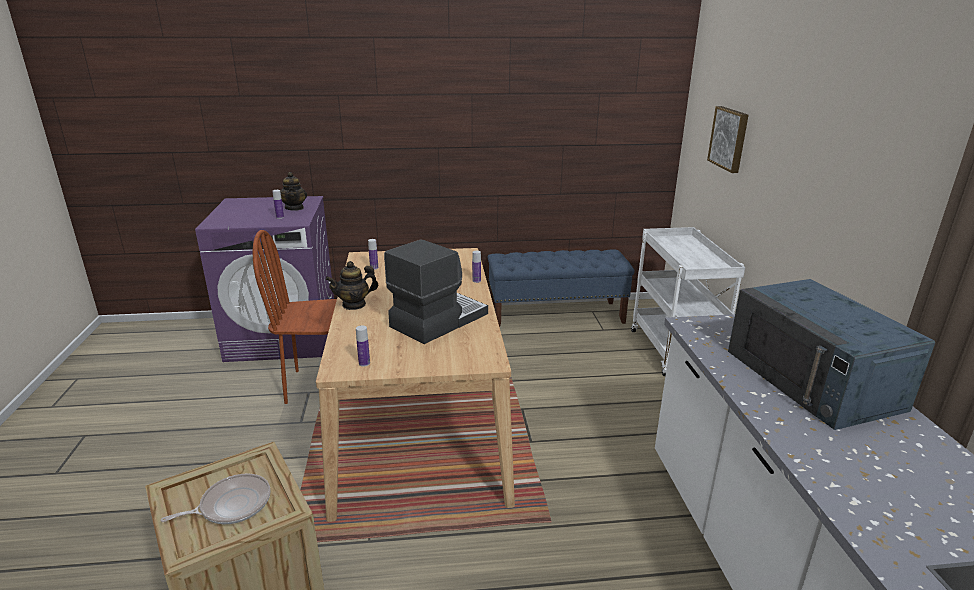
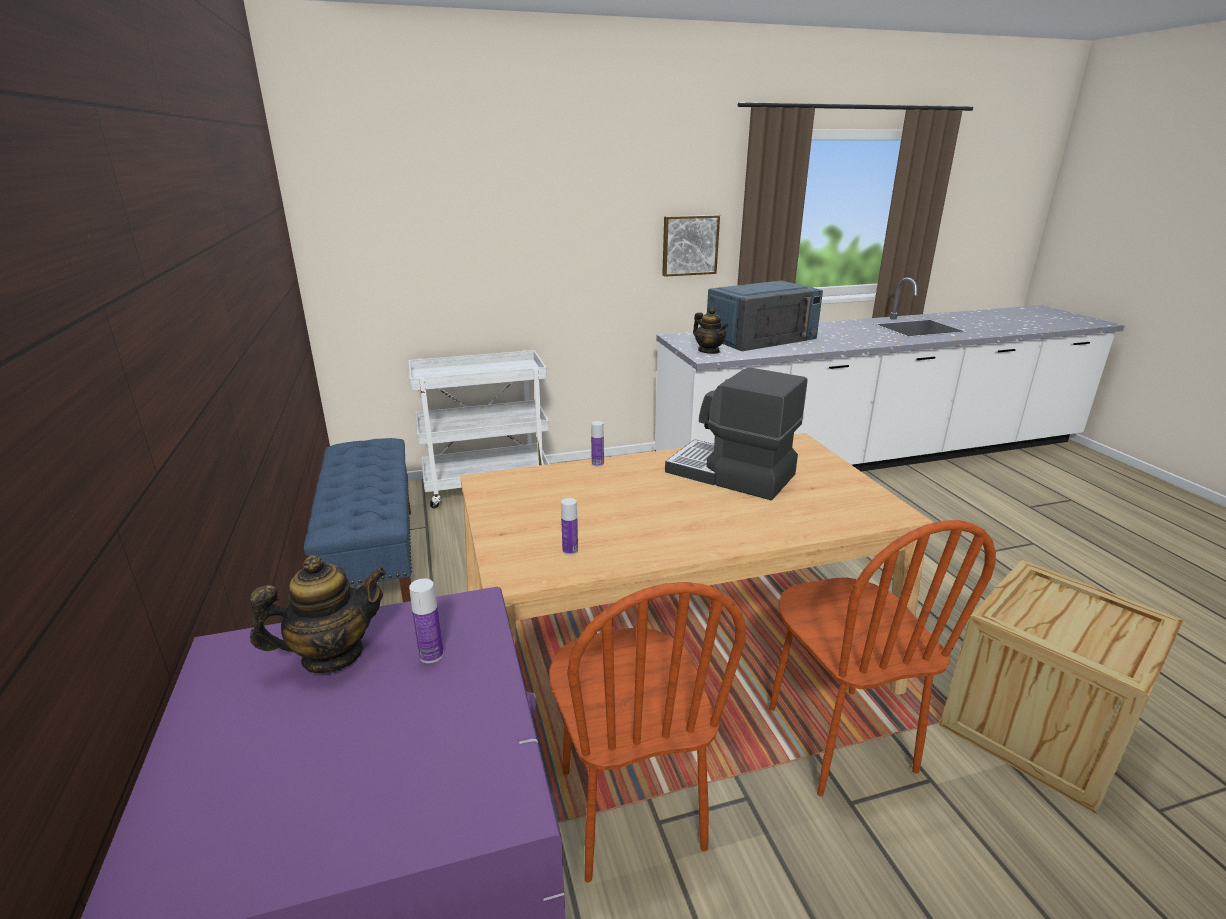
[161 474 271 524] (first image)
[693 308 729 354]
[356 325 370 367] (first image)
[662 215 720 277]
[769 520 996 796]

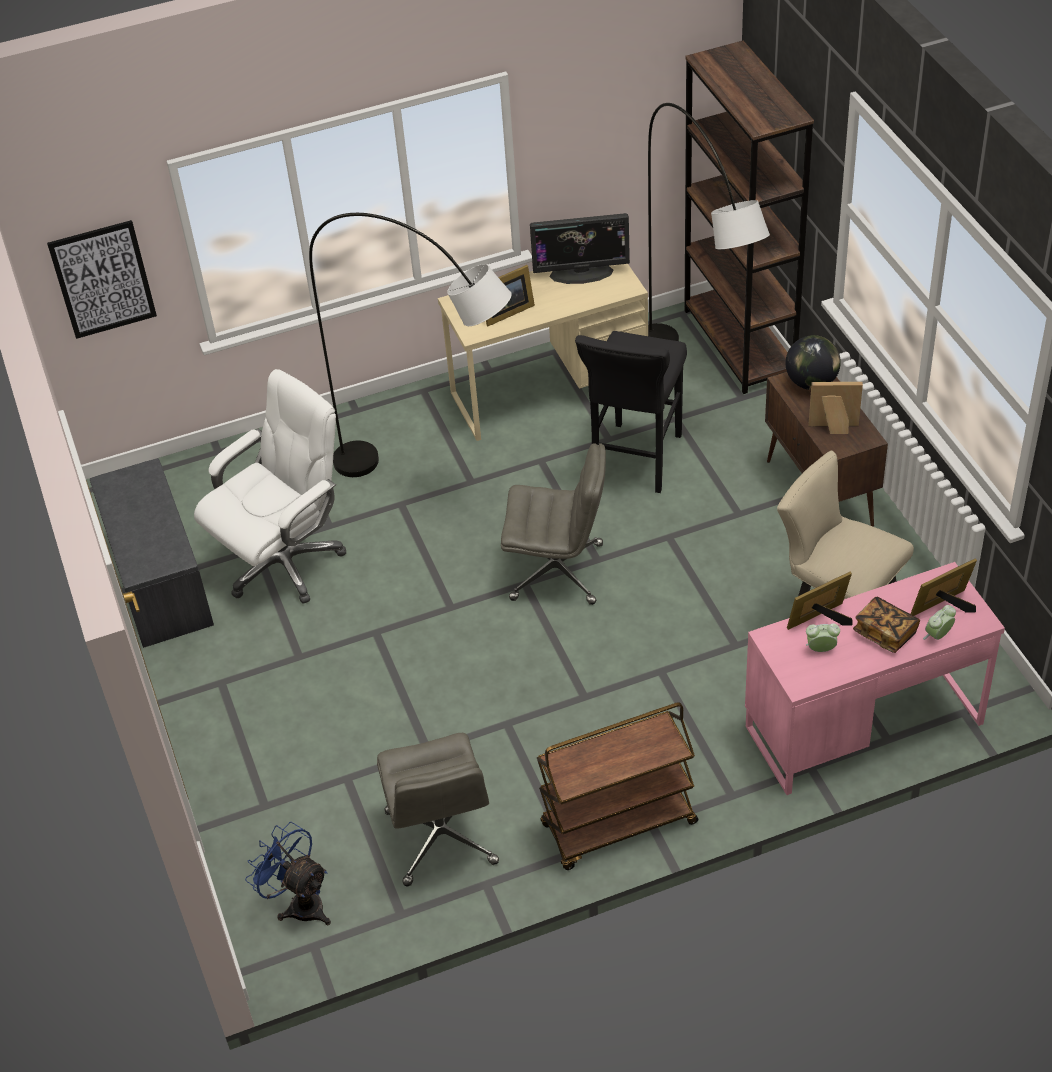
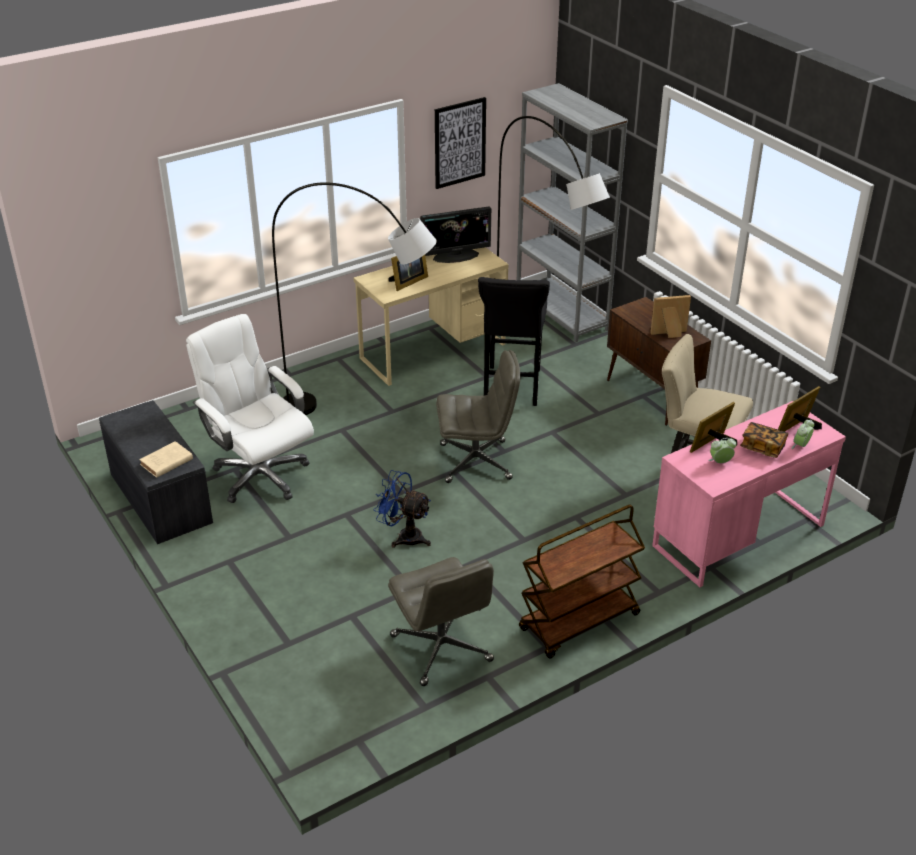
[435 97 486 189]
[186 314 314 503]
[373 470 431 548]
[517 83 628 342]
[785 335 841 390] (first image)
[139 441 193 478]

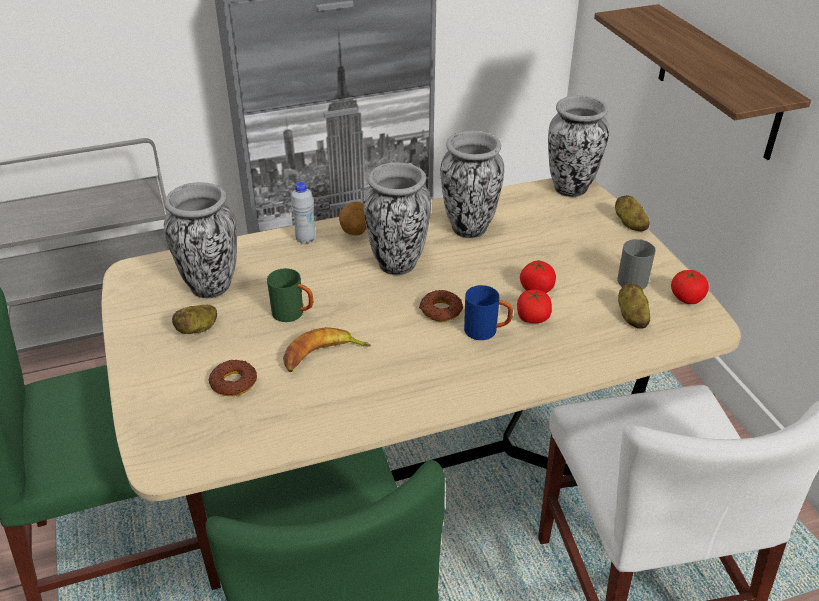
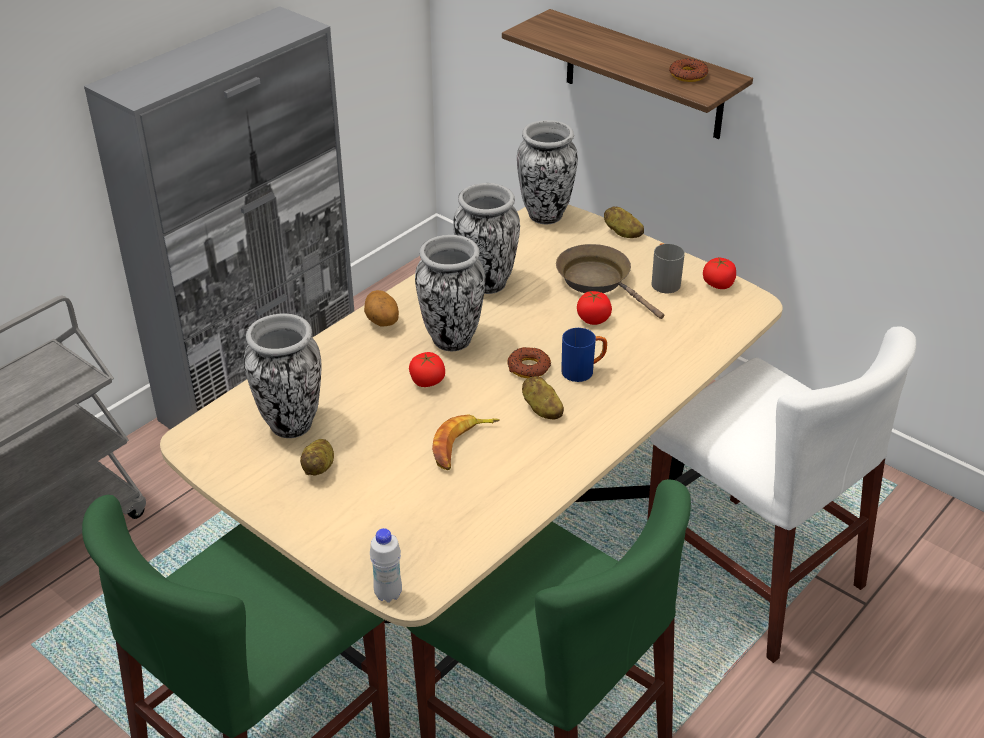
[669 58 708 82]
[267 268 313 322] (first image)
[370 528 402 603]
[409 352 445 387]
[522 376 564 419]
[556 244 664 319]

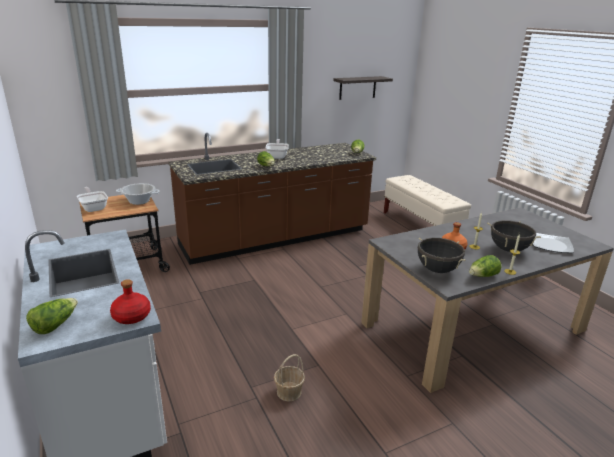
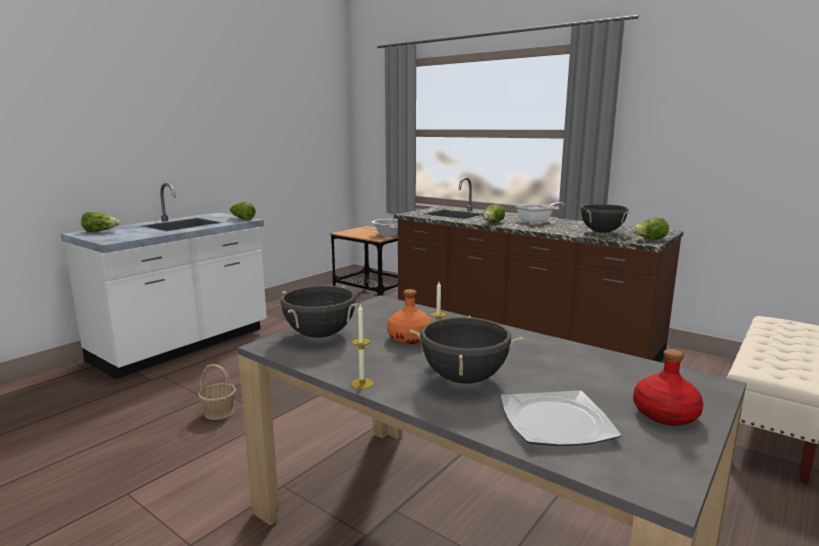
[77 187 108 212] (first image)
[633 349 704 425]
[334 76 393 100] (first image)
[230 202 256 220]
[580 204 630 233]

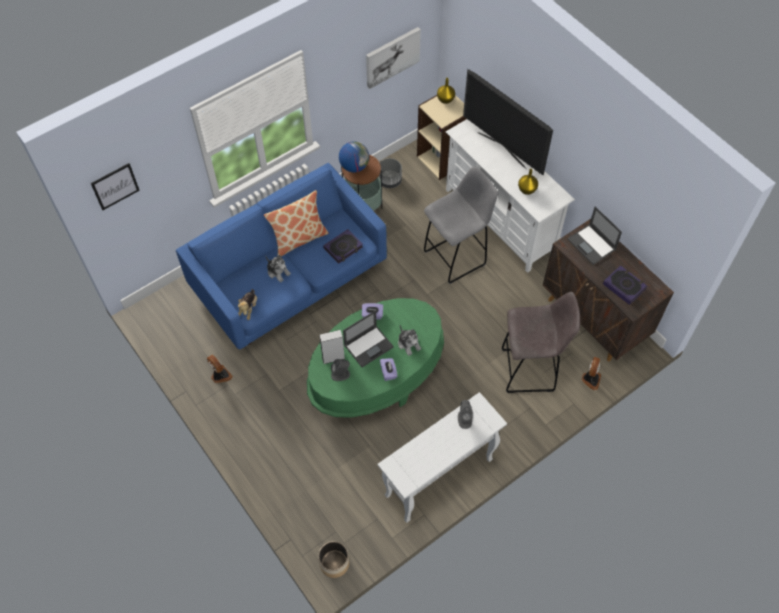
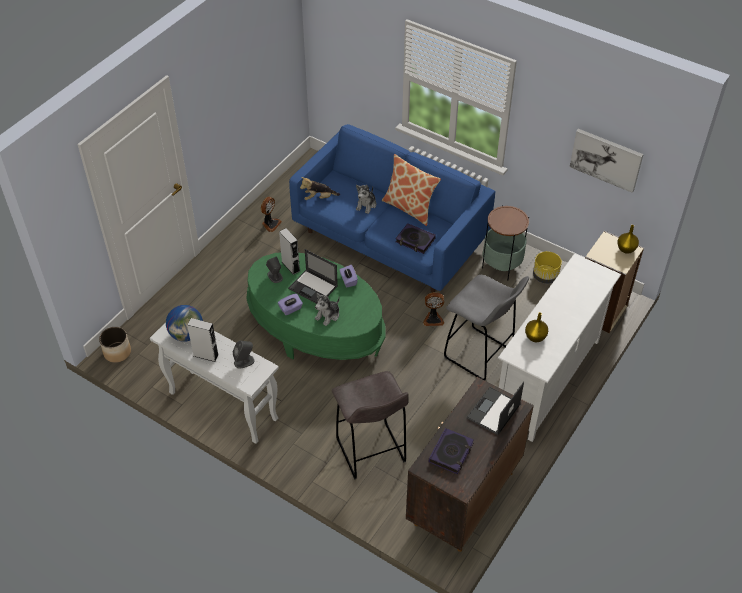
[91 163 140 210] (first image)
[166 305 203 342]
[533 251 562 284]
[463 69 553 175] (first image)
[423 292 444 326]
[187 318 219 362]

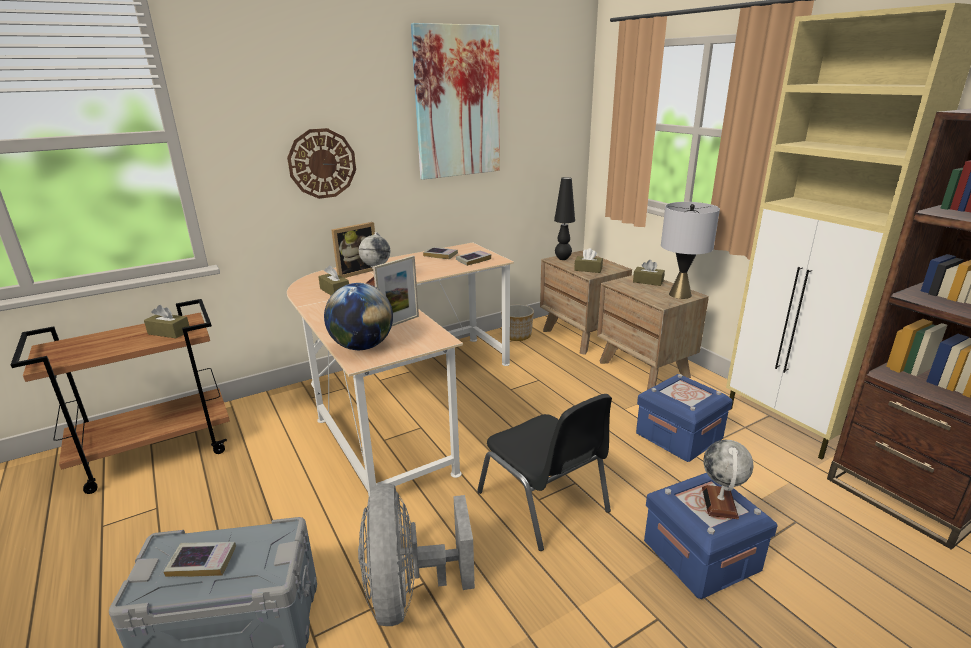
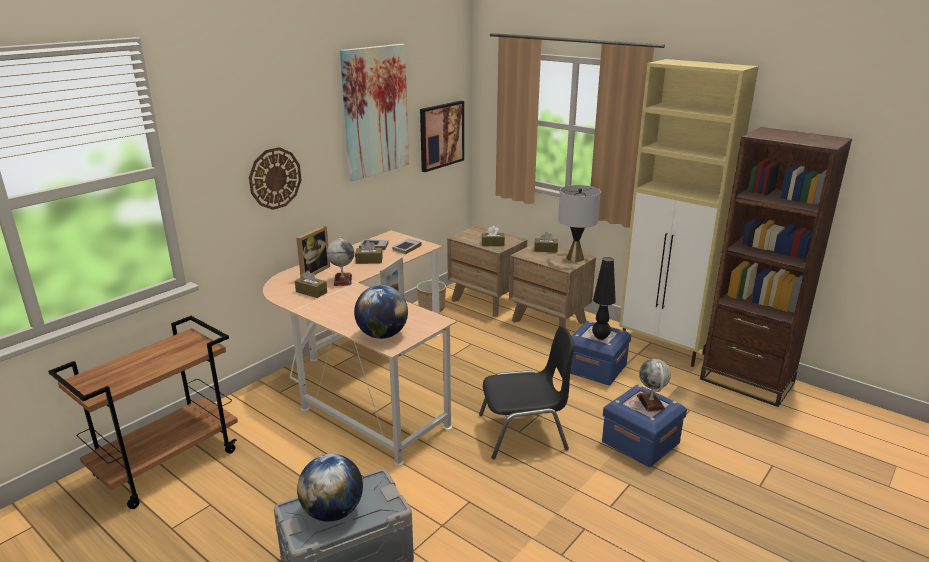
[355 241 383 264]
[297 454 363 522]
[358 483 475 626] (first image)
[479 326 575 460]
[592 257 616 340]
[420 101 464 172]

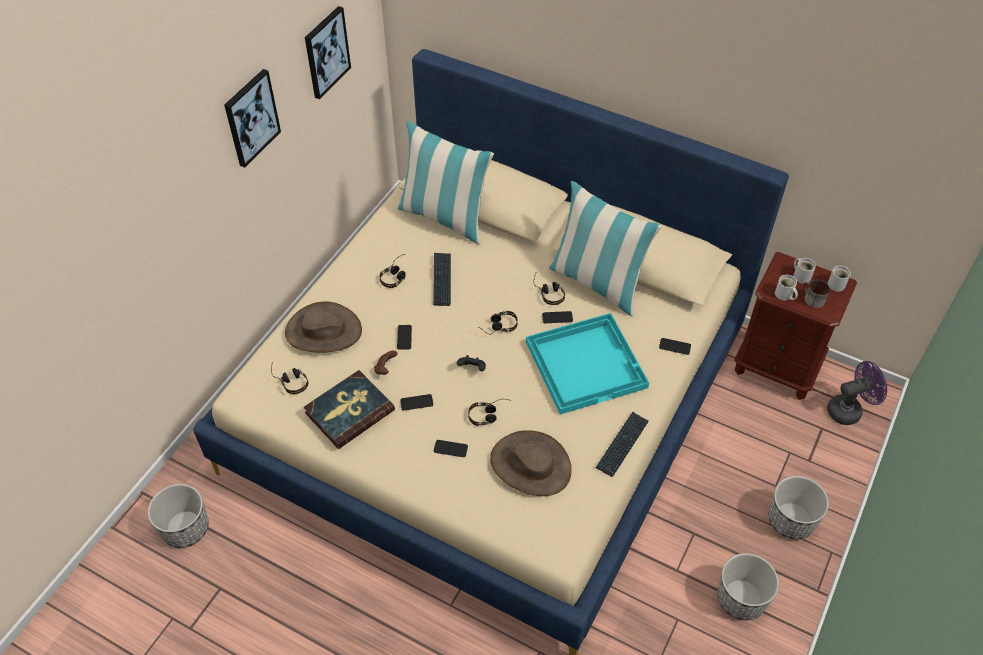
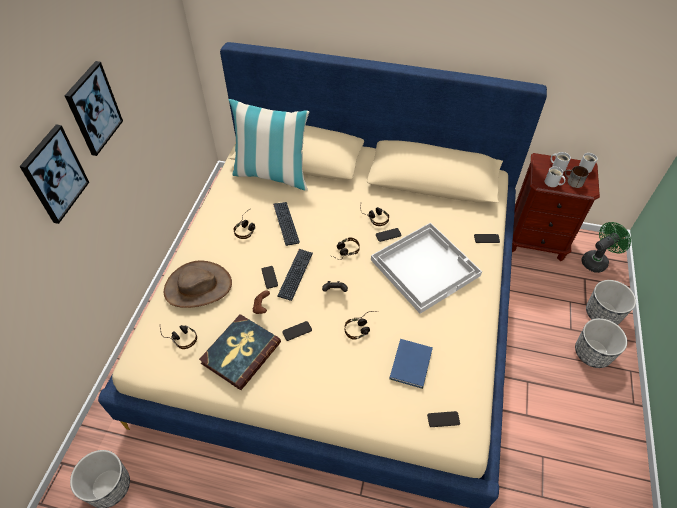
[19 125 89 224]
[427 411 460 427]
[389 339 433 389]
[371 222 482 314]
[549 181 662 317] (first image)
[277 249 313 301]
[586 280 636 325]
[581 222 631 273]

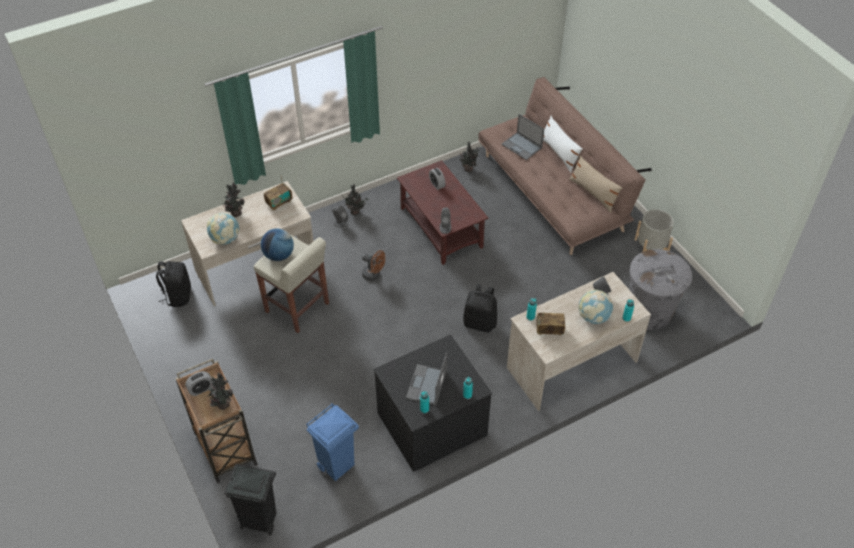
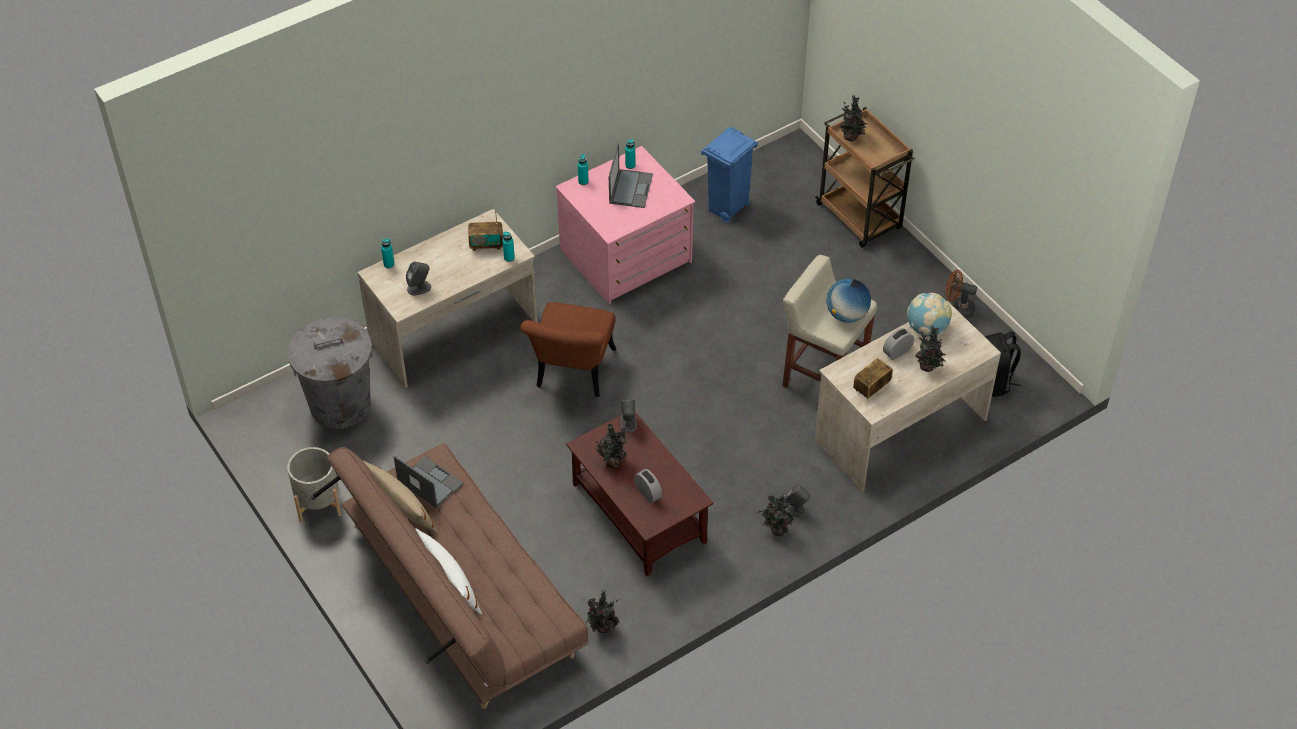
[883 328 914 360]
[224 464 277 535] (first image)
[945 270 977 318]
[556 146 695 304]
[520 302 616 398]
[393 456 464 508]
[578 289 614 324] (first image)
[595 423 627 469]

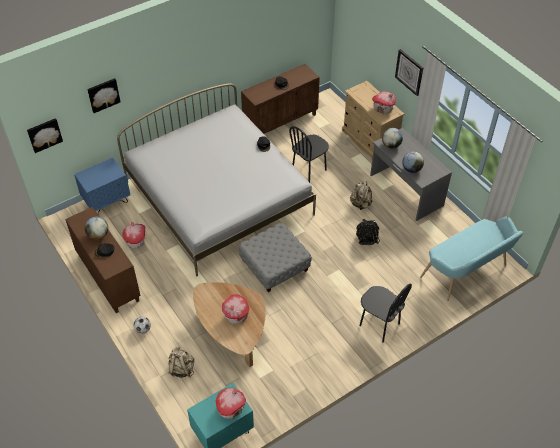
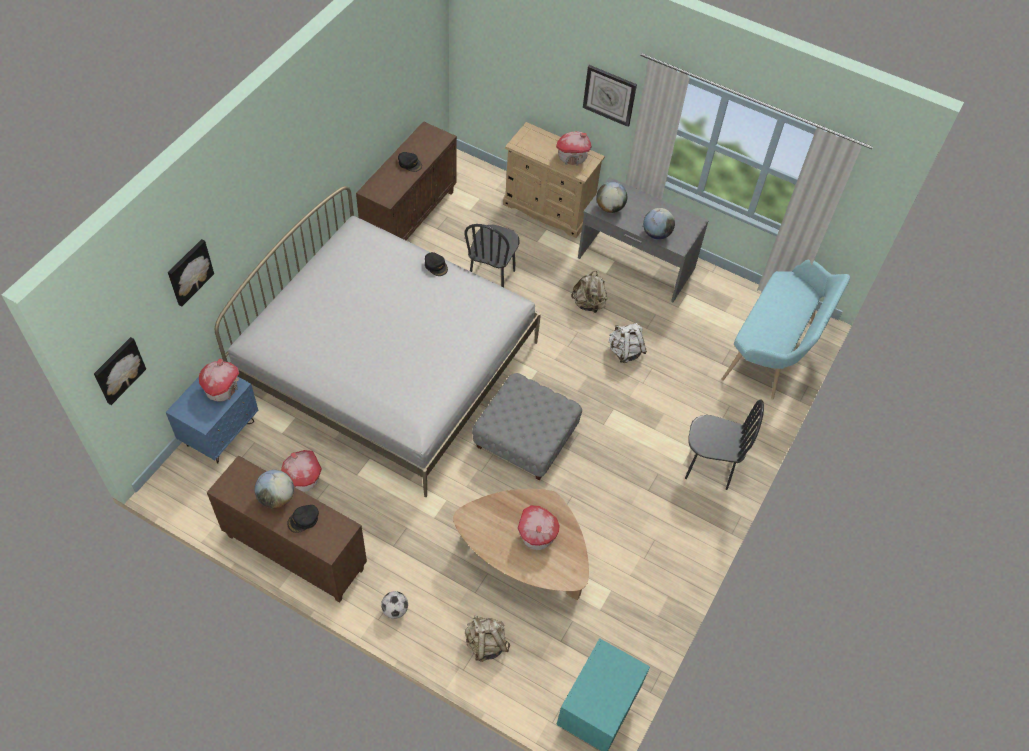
[199 358 239 402]
[609 323 647 363]

